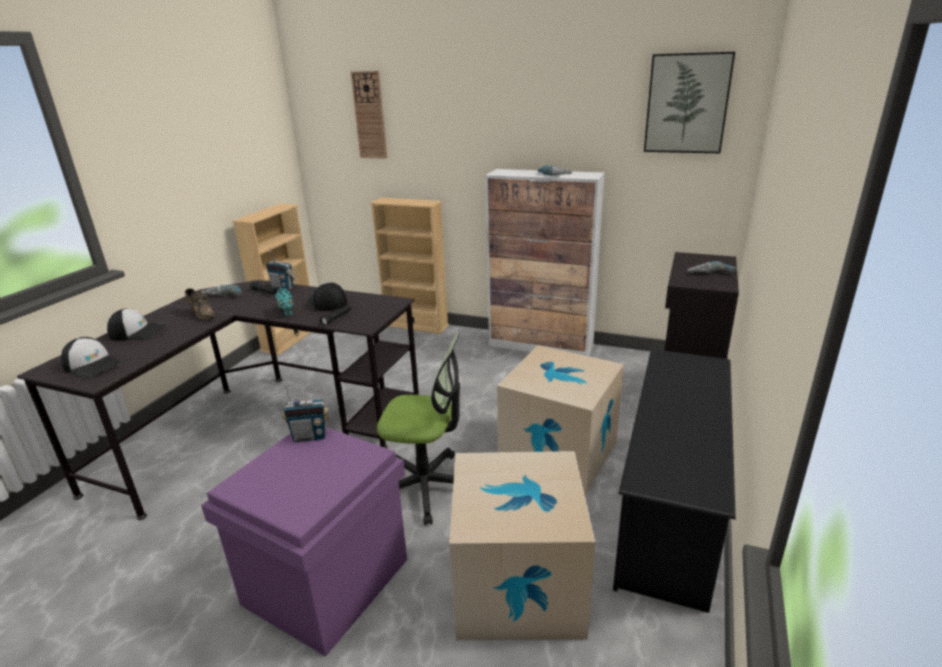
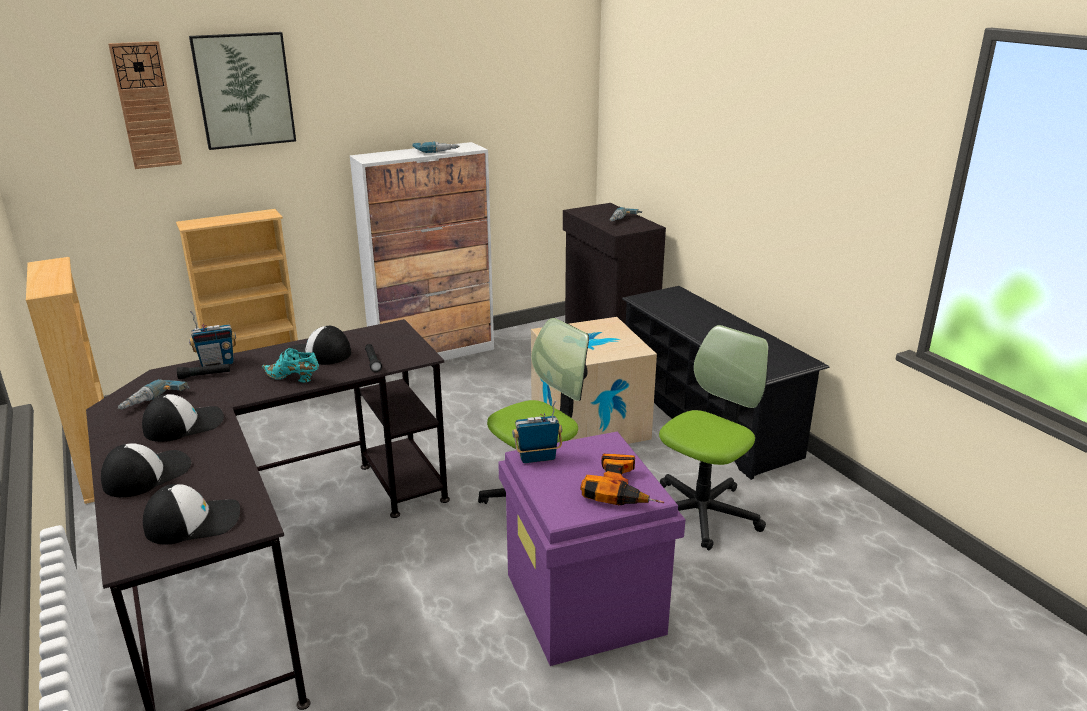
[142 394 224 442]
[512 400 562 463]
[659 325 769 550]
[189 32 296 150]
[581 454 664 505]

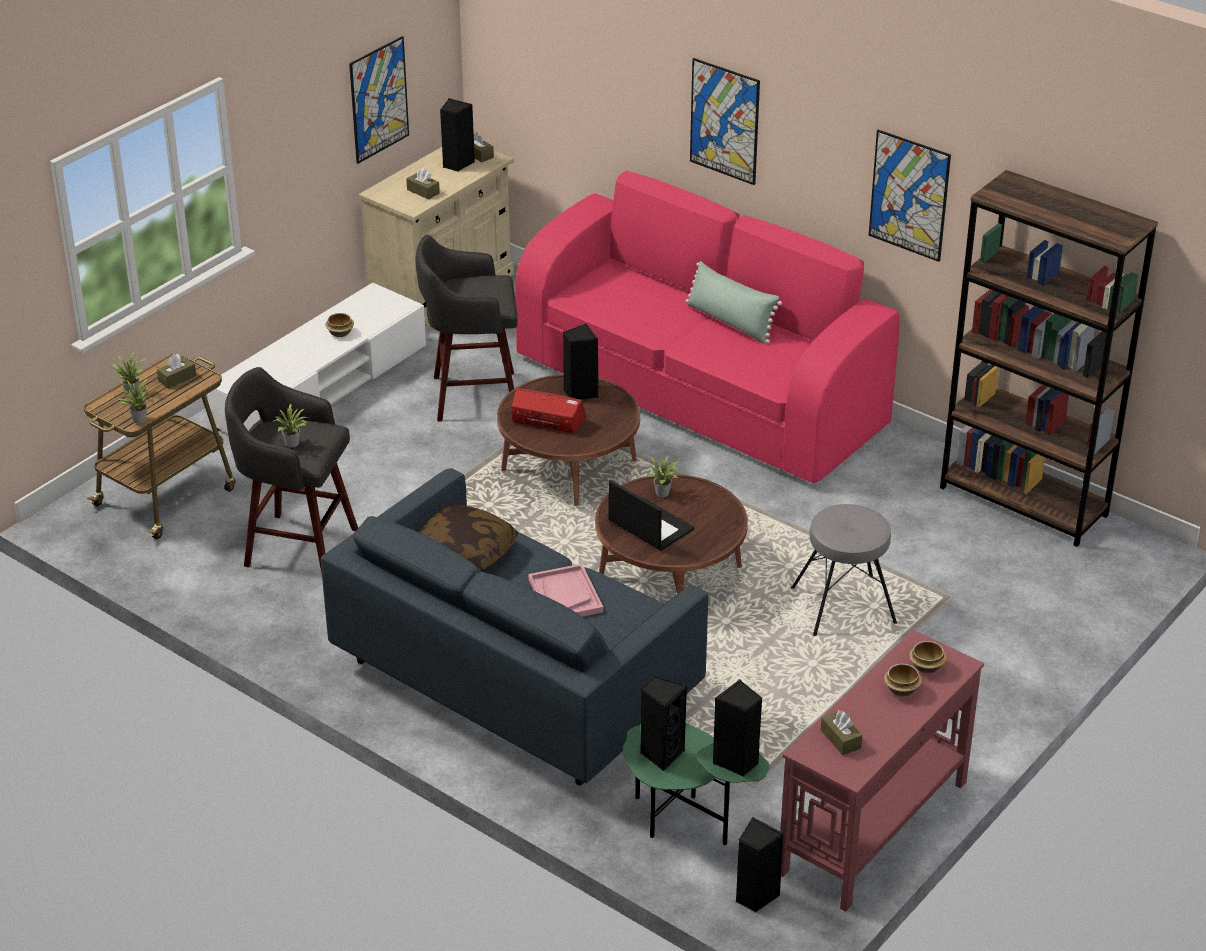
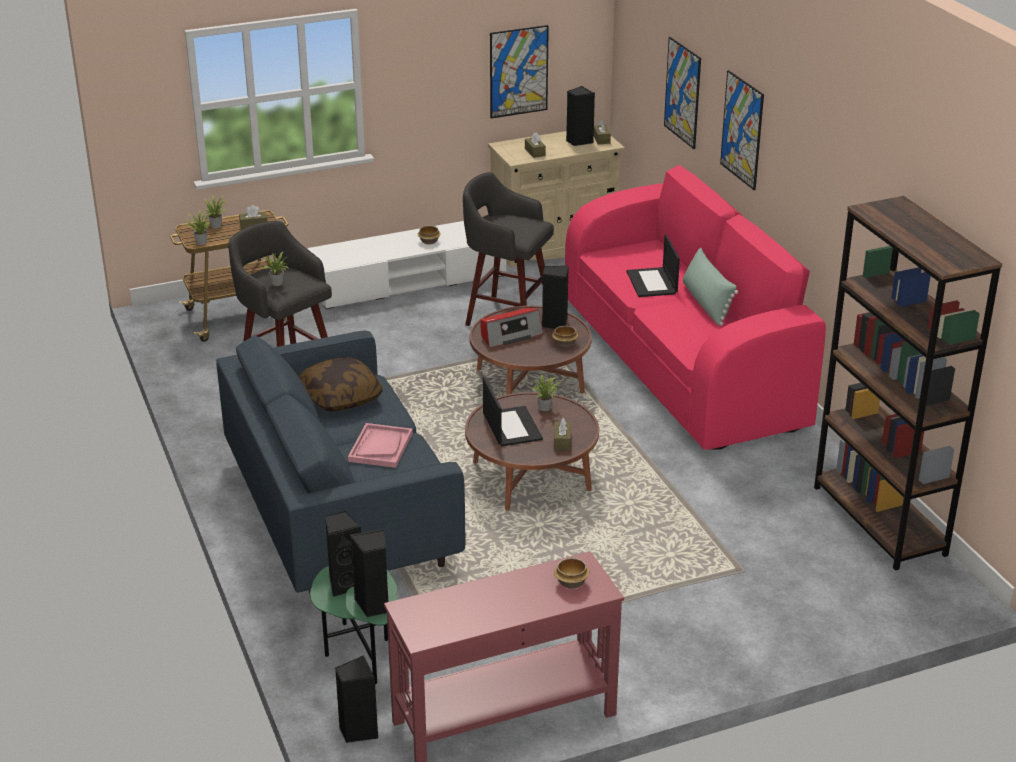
[480 308 544 348]
[791 504 897 636] (first image)
[554 418 571 450]
[664 37 701 149]
[552 326 578 347]
[626 234 680 297]

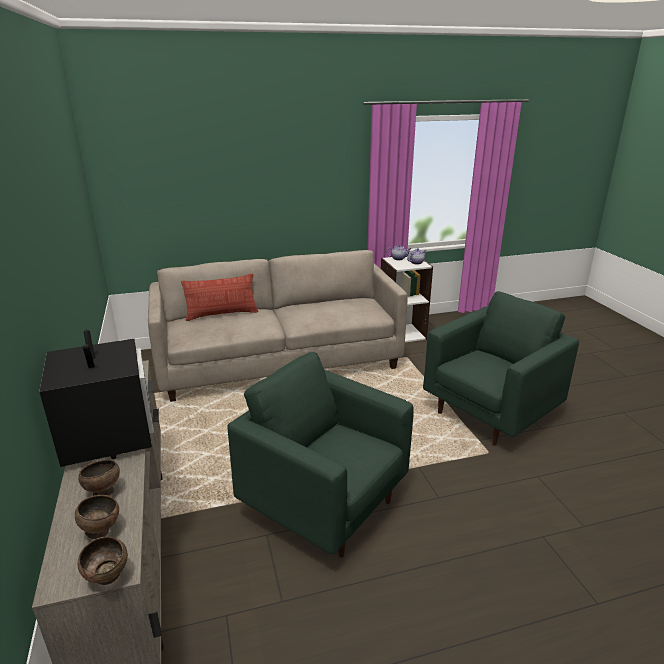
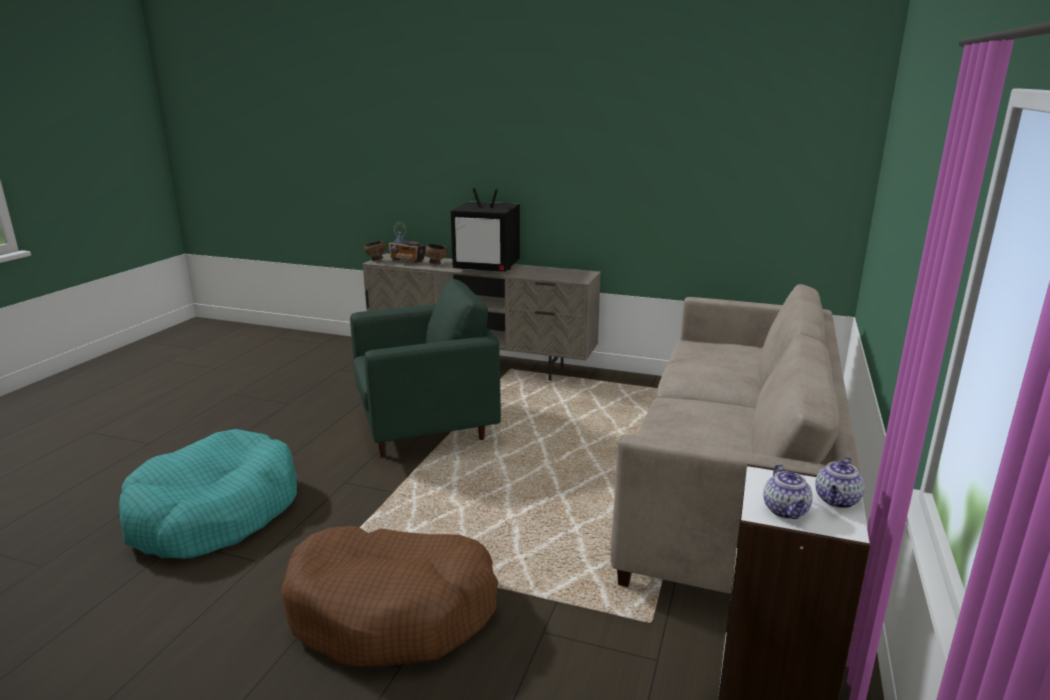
[389 222 426 263]
[181 274 258 321] (first image)
[280 526 498 667]
[119 429 297 559]

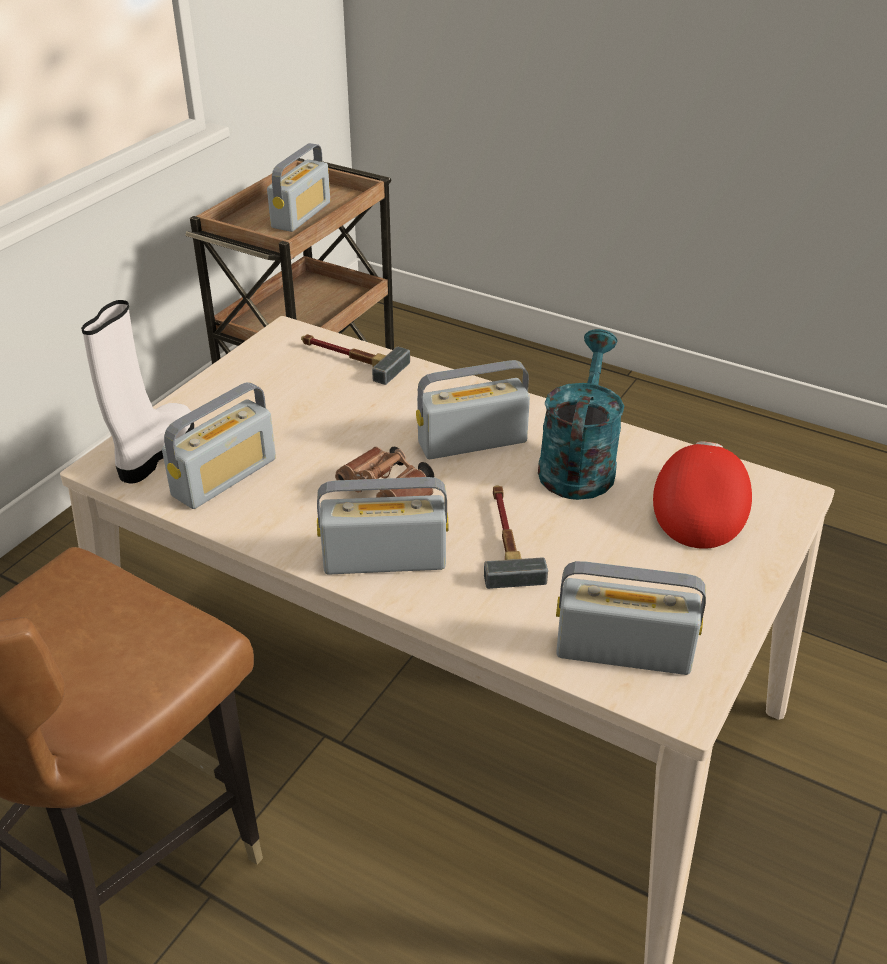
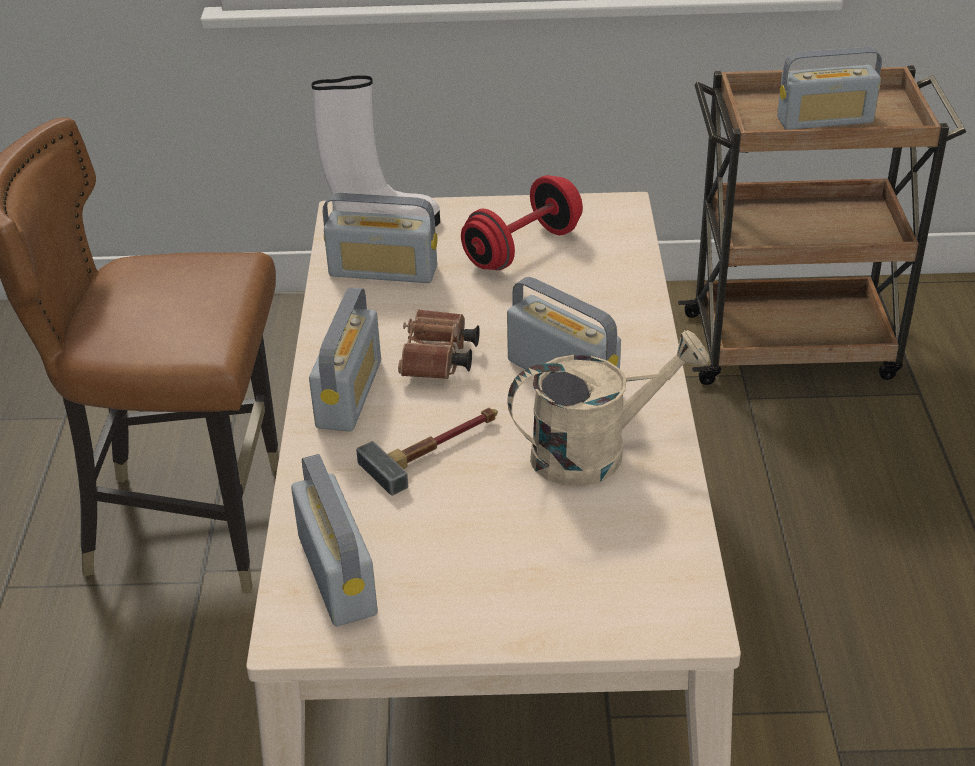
[301 334 410 385] (first image)
[309 287 381 432]
[507 330 709 486]
[653 441 752 549] (first image)
[461 175 583 270]

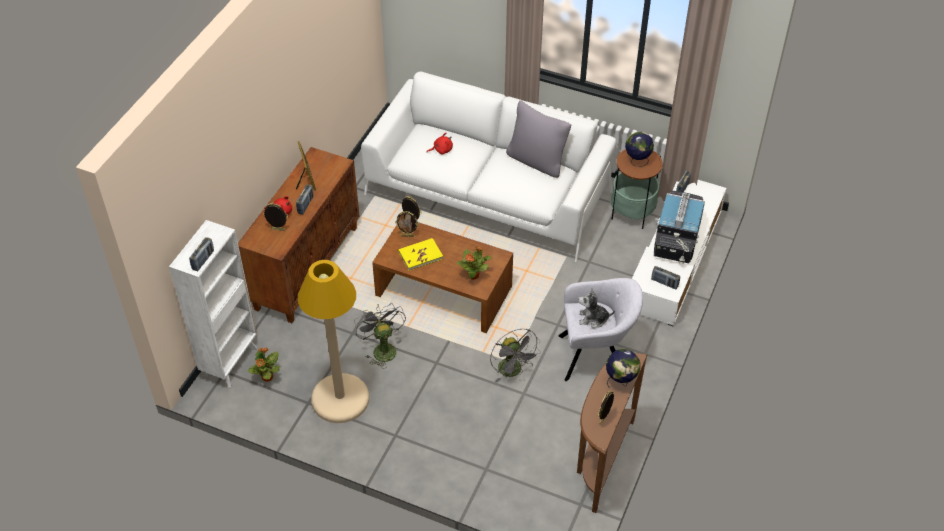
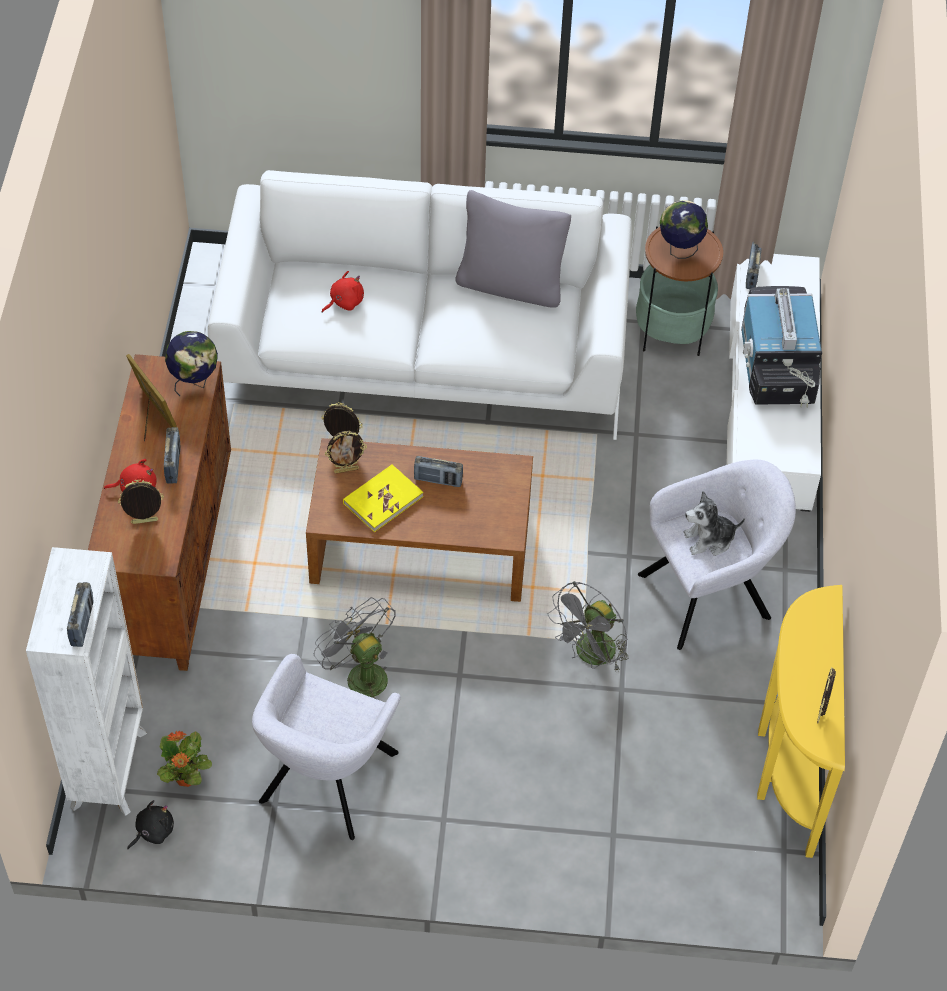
[252 654 401 840]
[457 247 492 280] (first image)
[548 581 628 672]
[757 585 845 858]
[165 331 218 396]
[414 456 463 487]
[127 800 174 849]

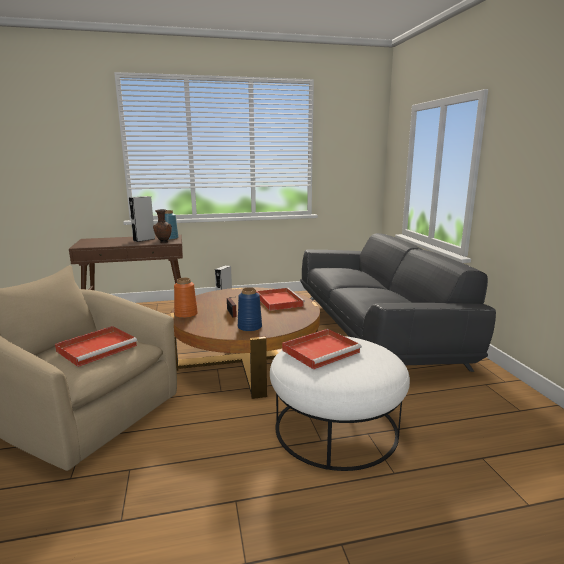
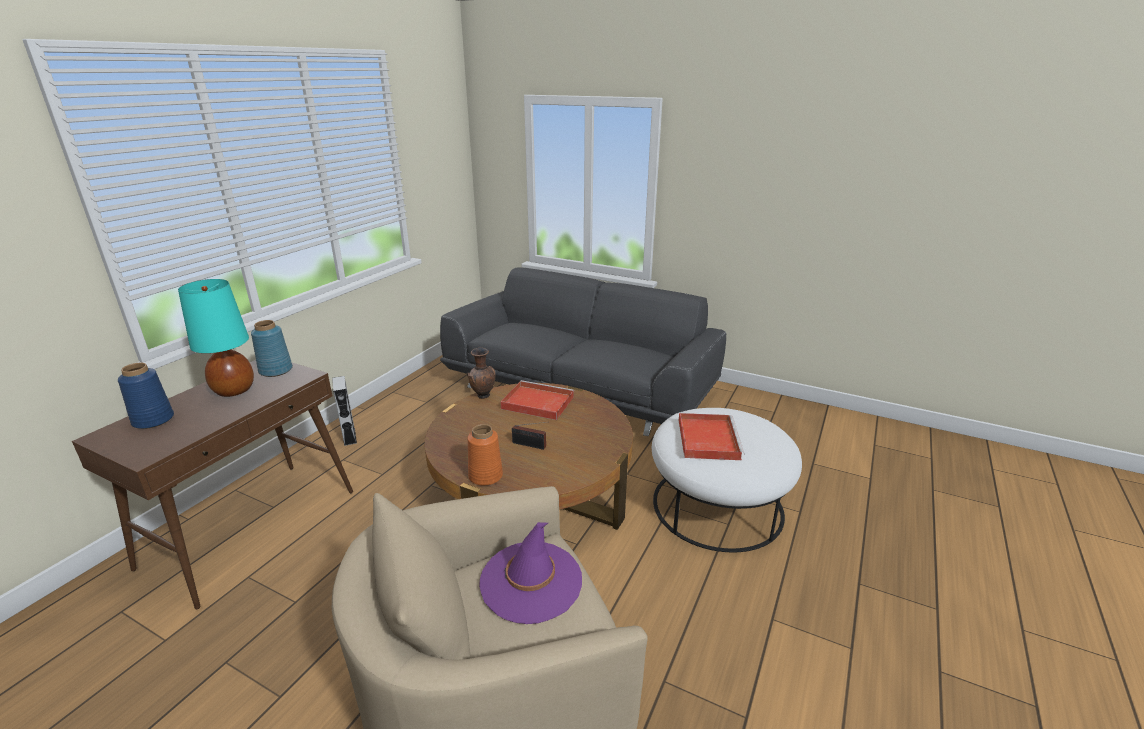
[479 522 582 624]
[178 279 254 397]
[467 348 496 399]
[118 363 174 429]

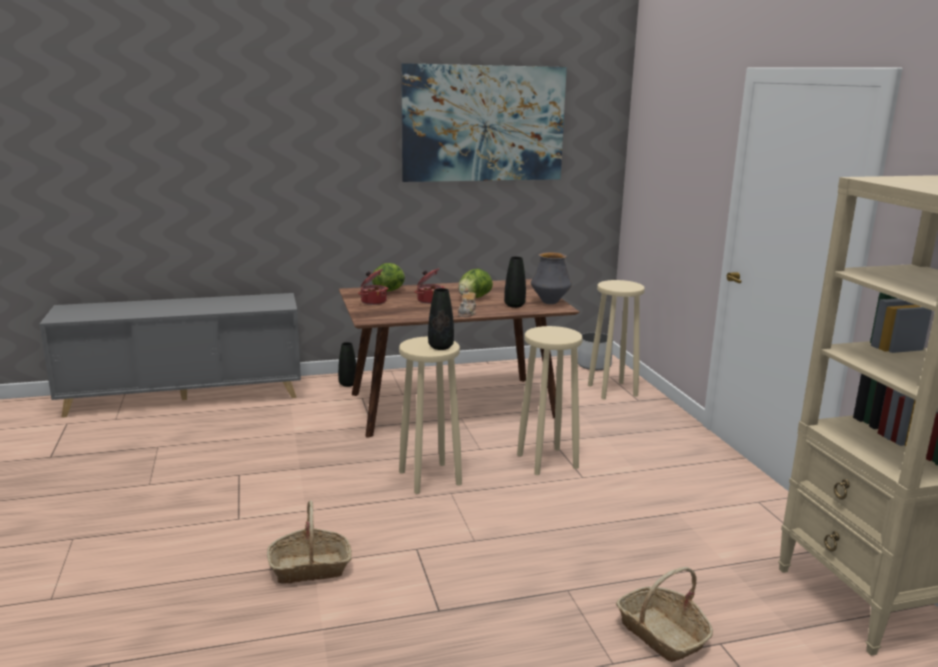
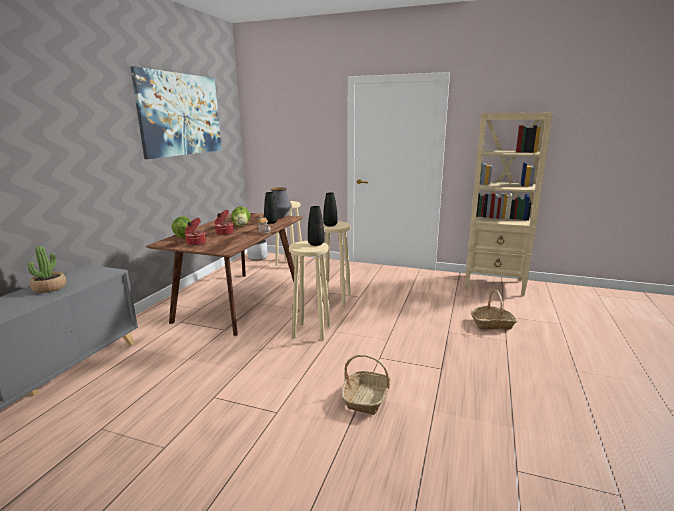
[323 192 337 226]
[28 246 66 293]

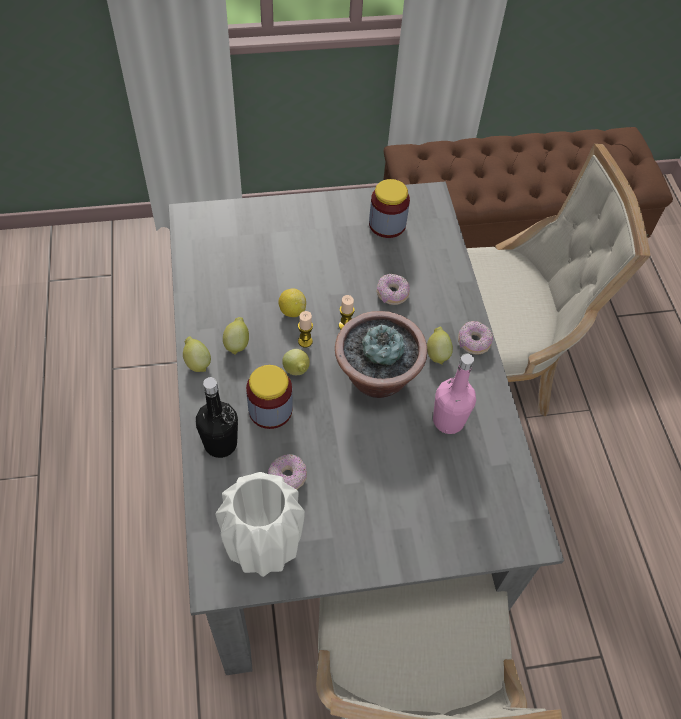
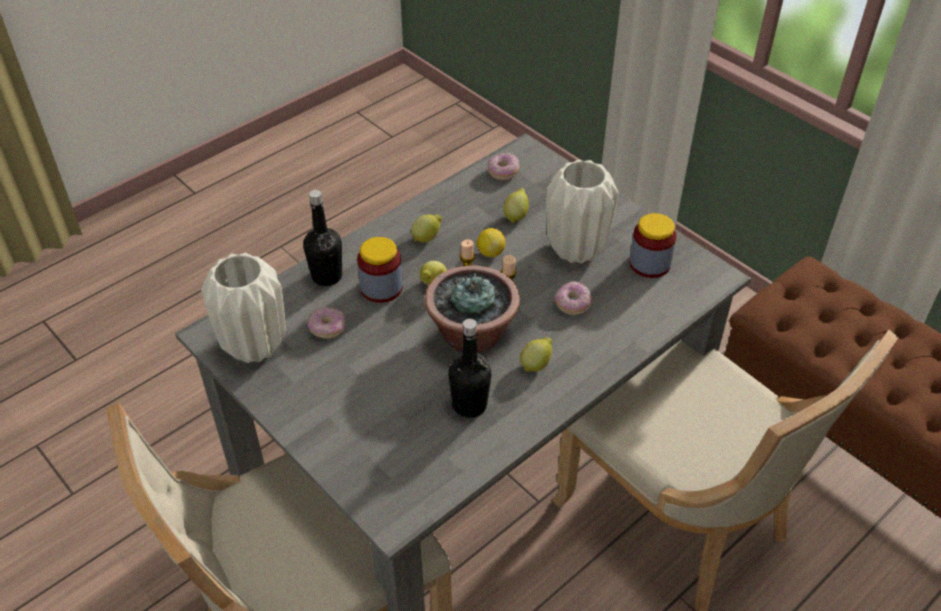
[504 188 529 223]
[448 319 492 418]
[488 153 520 180]
[546 160 618 263]

